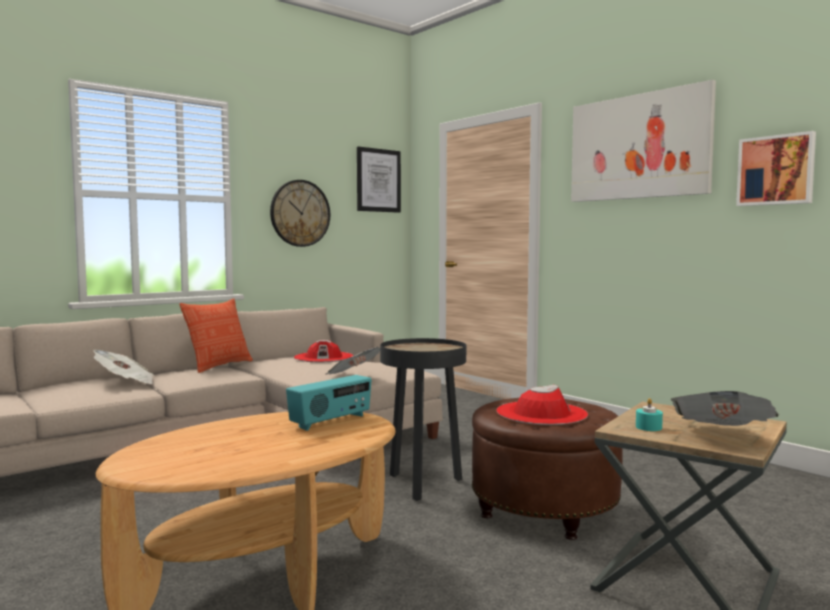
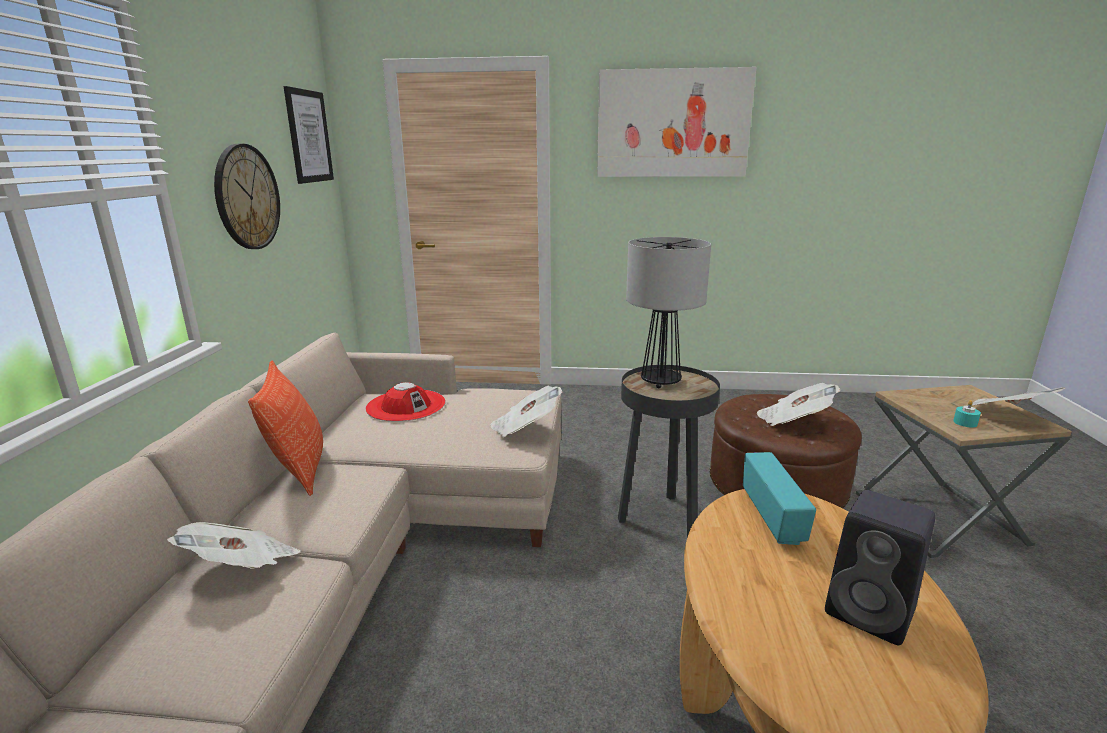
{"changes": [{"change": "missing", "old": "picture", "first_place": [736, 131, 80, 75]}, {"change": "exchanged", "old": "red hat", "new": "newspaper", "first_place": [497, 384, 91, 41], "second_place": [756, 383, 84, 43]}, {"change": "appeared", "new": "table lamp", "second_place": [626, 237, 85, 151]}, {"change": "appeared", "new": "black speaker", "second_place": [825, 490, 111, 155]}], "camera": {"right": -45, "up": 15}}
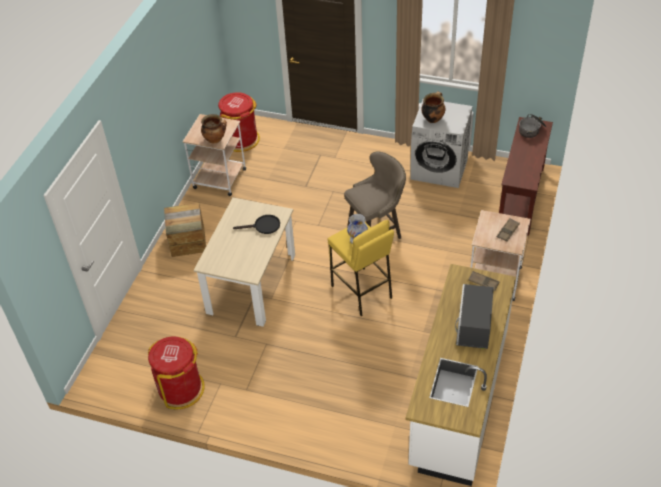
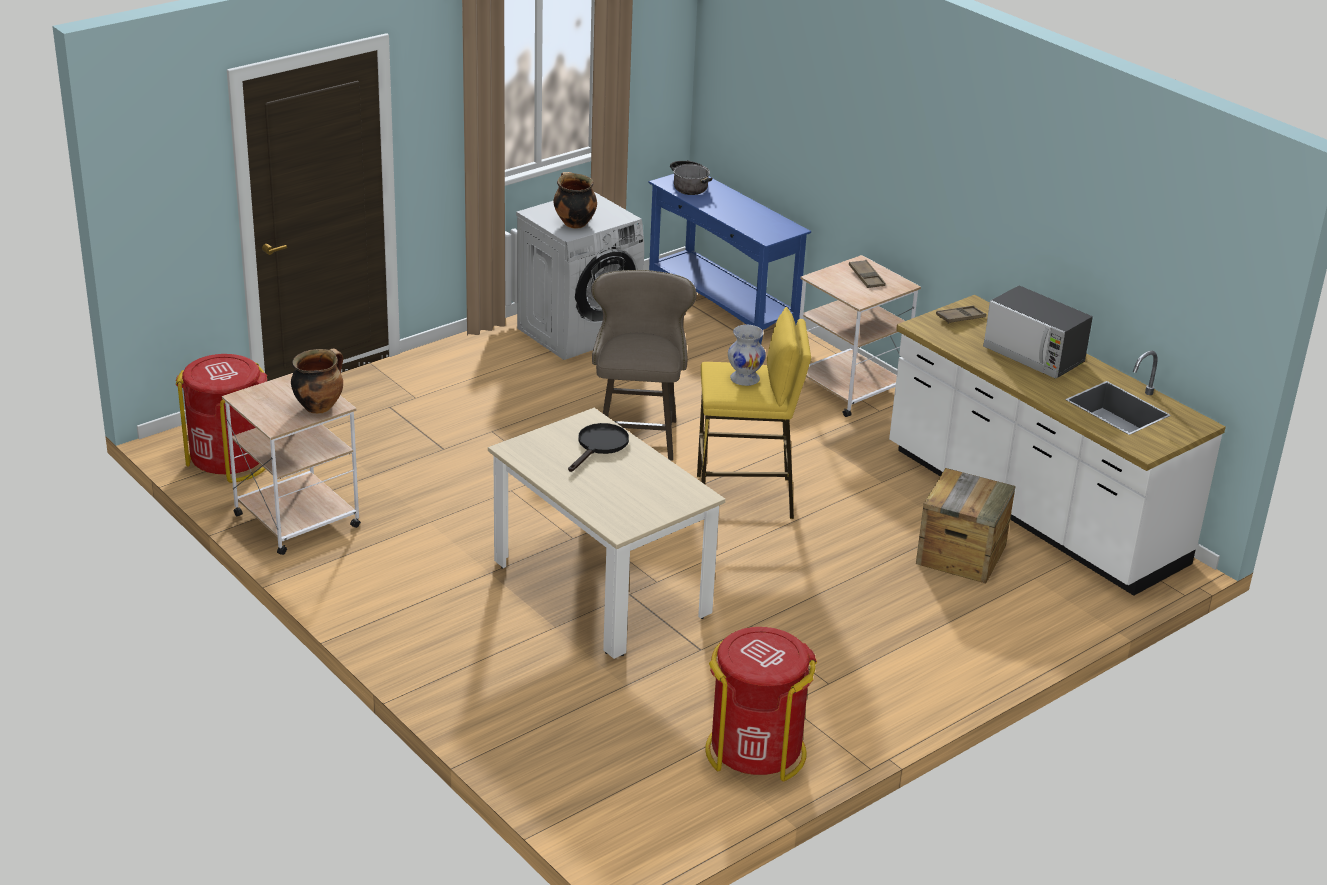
{"changes": [{"change": "colour", "old": "brown console table", "new": "blue console table", "first_place": [499, 117, 54, 119], "second_place": [649, 174, 162, 170]}, {"change": "relocated", "old": "crate", "first_place": [164, 203, 42, 54], "second_place": [916, 468, 99, 115]}], "camera": {"right": -60, "up": -15}}
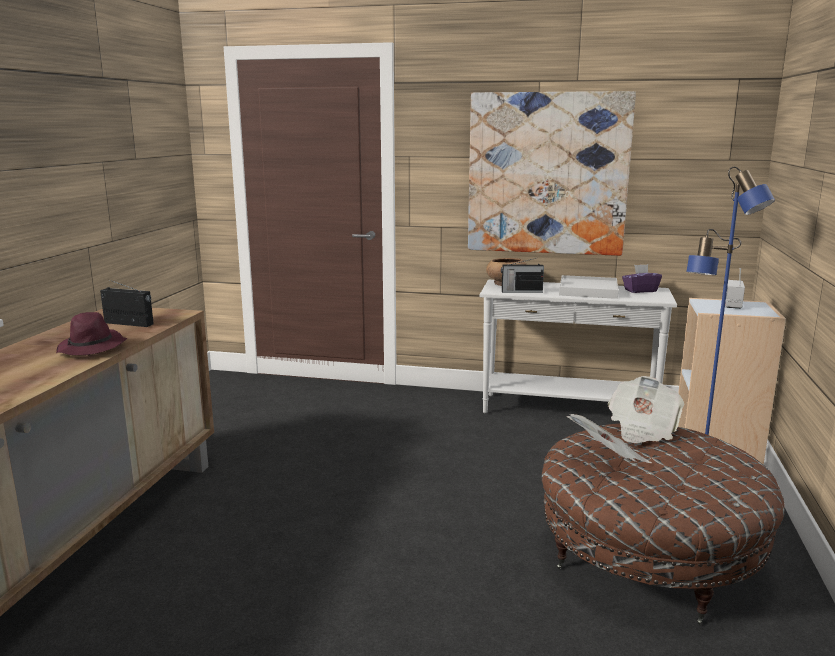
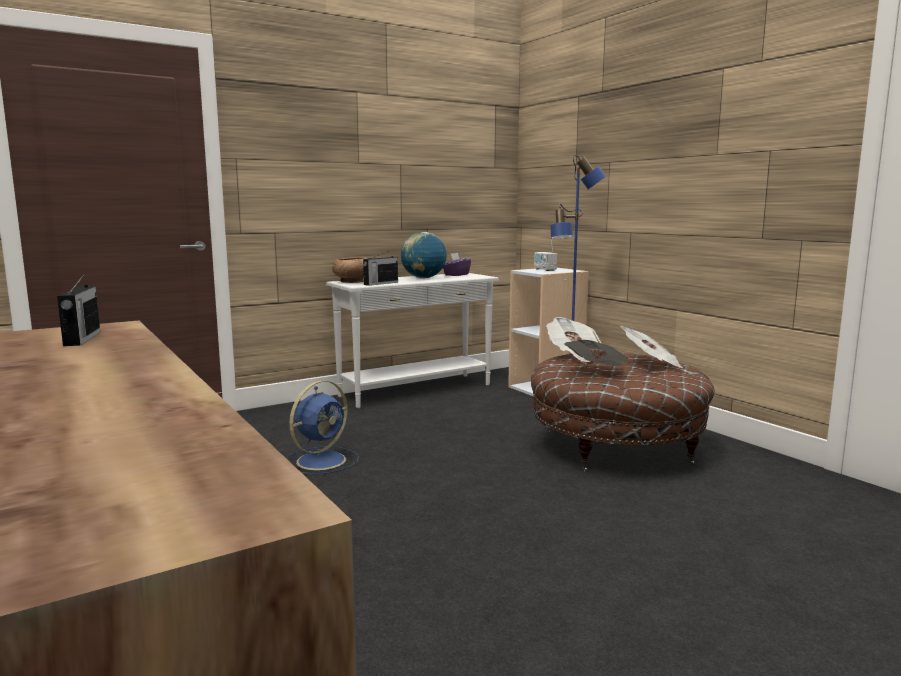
{"changes": [{"change": "missing", "old": "picture", "first_place": [468, 91, 168, 165]}, {"change": "exchanged", "old": "white tray", "new": "globe", "first_place": [559, 275, 59, 24], "second_place": [401, 232, 46, 46]}, {"change": "spun", "old": "radio", "first_place": [100, 280, 54, 47], "second_place": [57, 275, 43, 71], "degrees": 105}, {"change": "missing", "old": "purple hat", "first_place": [56, 312, 71, 43]}, {"change": "appeared", "new": "newspaper", "second_place": [620, 326, 63, 42]}, {"change": "appeared", "new": "blue fan", "second_place": [289, 381, 70, 93]}], "camera": {"right": -45, "up": -5}}
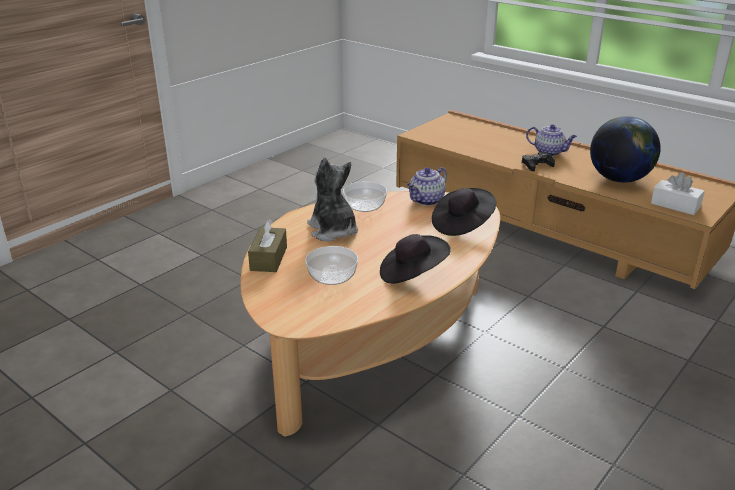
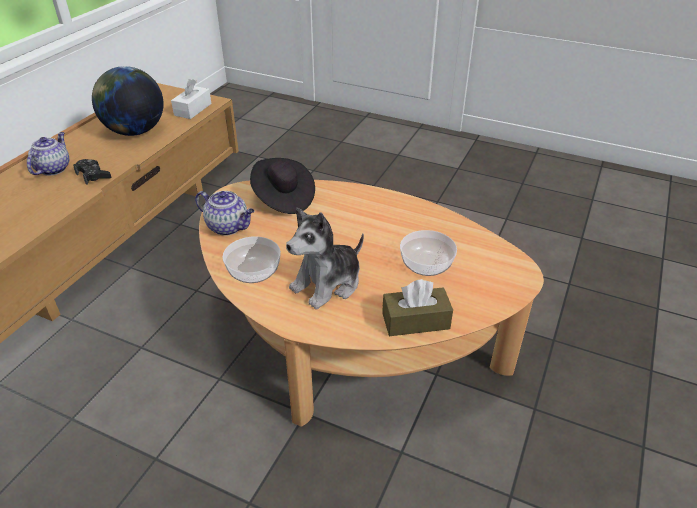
{"changes": [{"change": "missing", "old": "black hat", "first_place": [380, 234, 71, 50]}], "camera": {"right": -105, "up": 10}}
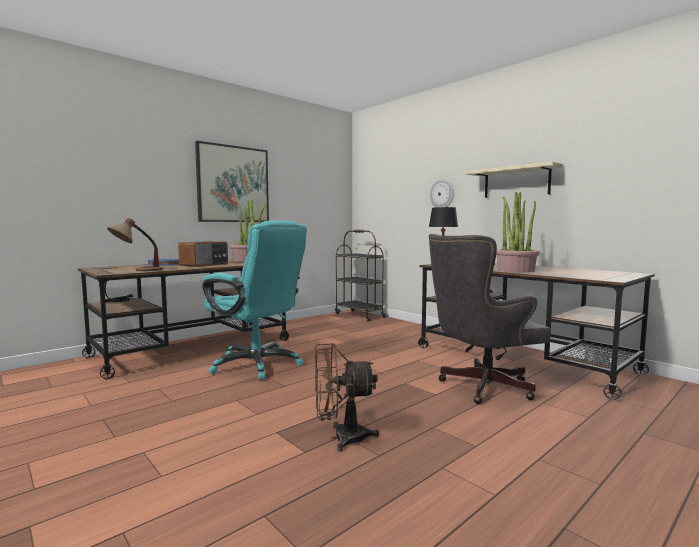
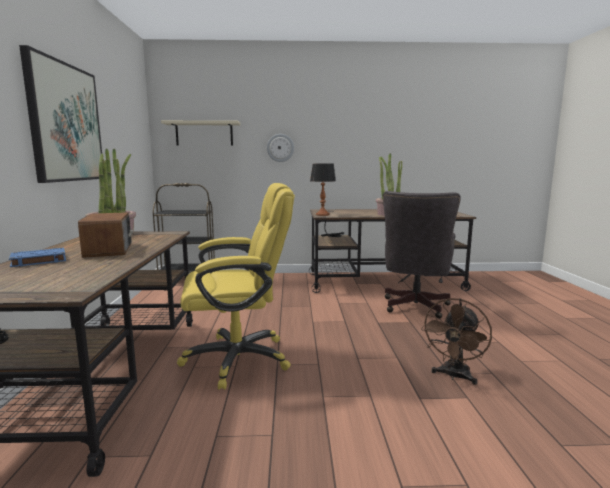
{"changes": [{"change": "relocated", "old": "beige shelf", "first_place": [466, 162, 97, 36], "second_place": [161, 120, 80, 26]}, {"change": "missing", "old": "table lamp", "first_place": [107, 218, 56, 53]}, {"change": "colour", "old": "turquoise office chair", "new": "yellow office chair", "first_place": [202, 220, 105, 160], "second_place": [177, 183, 118, 207]}], "camera": {"right": -50, "up": 5}}
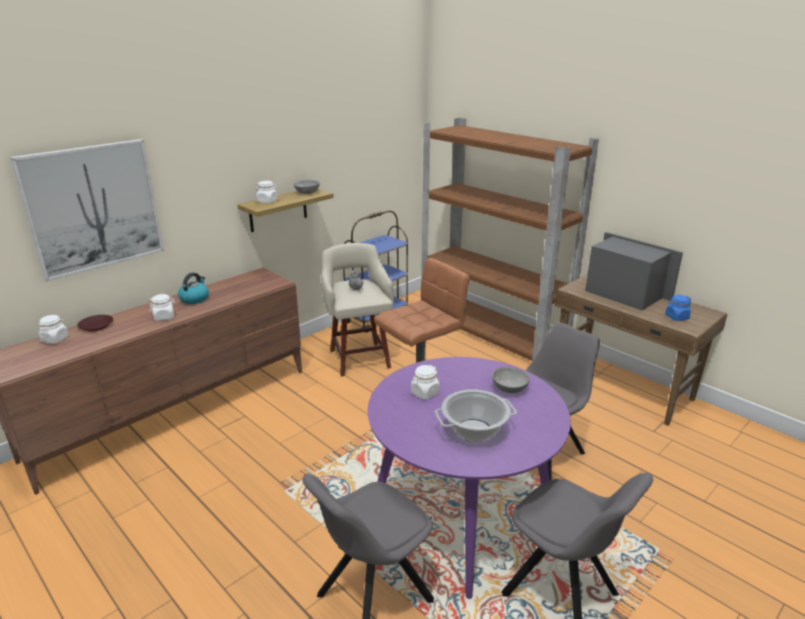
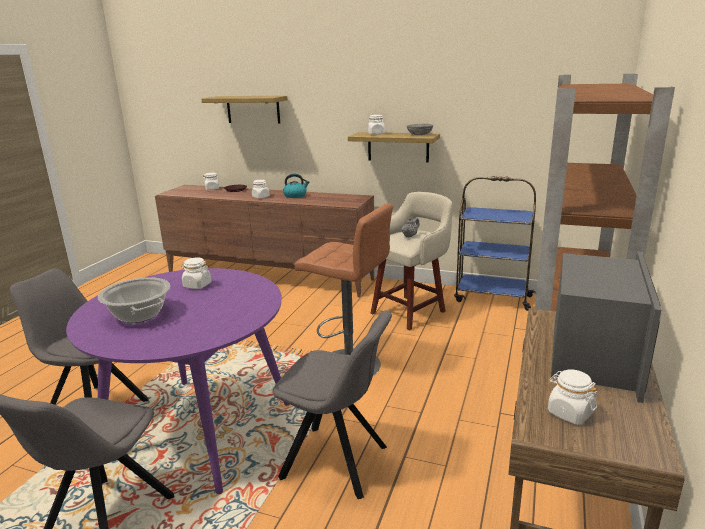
{"changes": [{"change": "exchanged", "old": "picture", "new": "shelf", "first_place": [10, 139, 154, 142], "second_place": [201, 96, 87, 28]}, {"change": "colour", "old": "blue jar", "new": "white jar", "first_place": [665, 295, 26, 26], "second_place": [548, 370, 50, 55]}, {"change": "missing", "old": "grey bowl", "first_place": [492, 367, 38, 26]}], "camera": {"right": 65, "up": -5}}
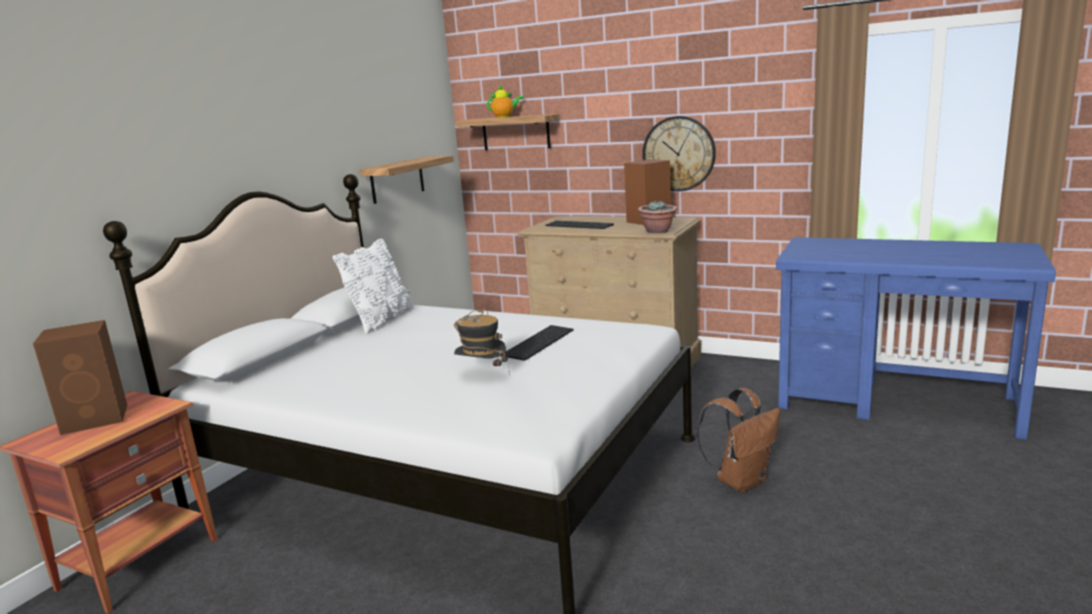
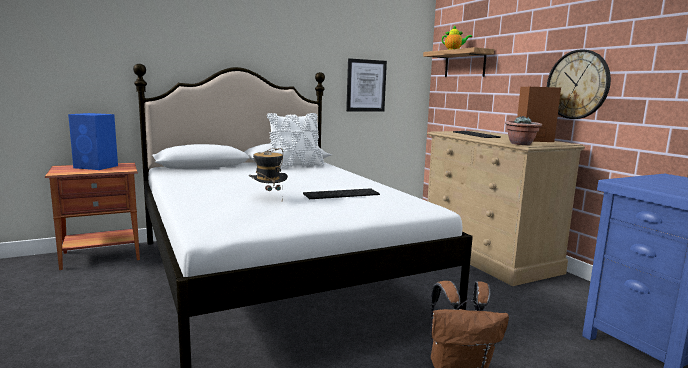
{"changes": [{"change": "exchanged", "old": "shelf", "new": "picture", "first_place": [360, 156, 94, 48], "second_place": [346, 58, 41, 54]}, {"change": "colour", "old": "brown speaker", "new": "blue speaker", "first_place": [33, 320, 94, 115], "second_place": [68, 113, 50, 57]}], "camera": {"right": 35, "up": -5}}
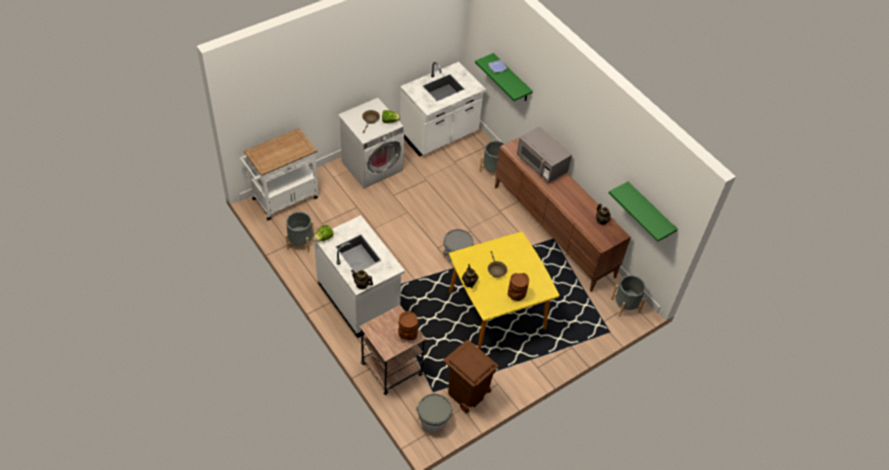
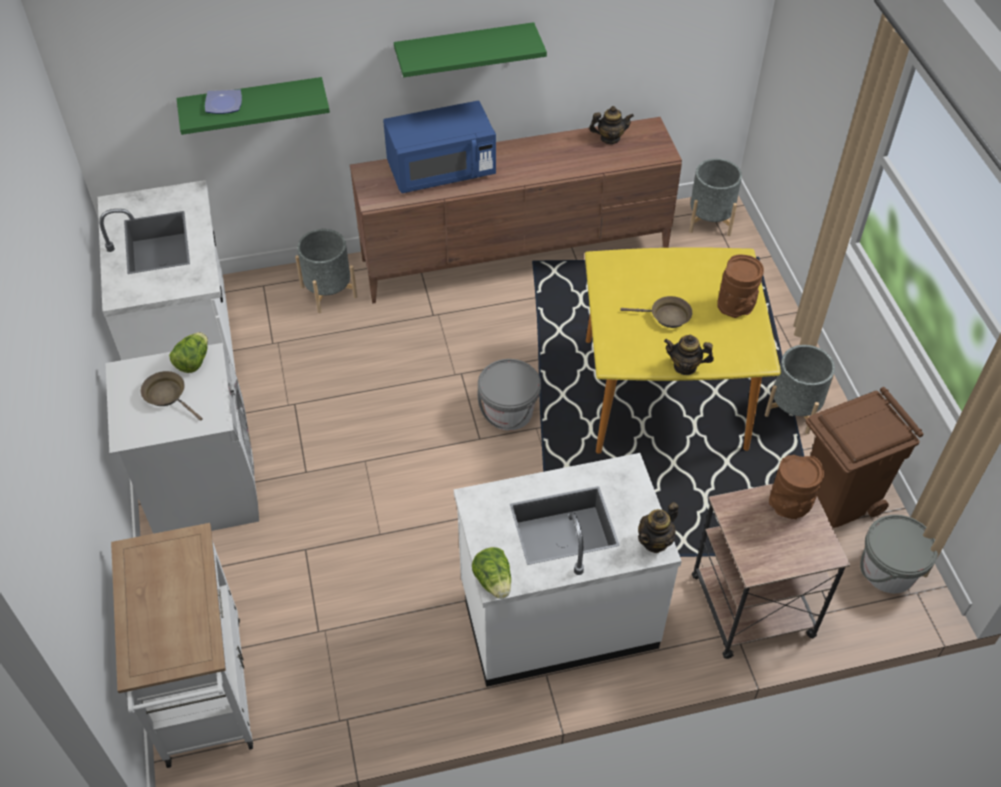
{"changes": [{"change": "colour", "old": "grey microwave", "new": "blue microwave", "first_place": [517, 126, 55, 57], "second_place": [383, 101, 113, 92]}, {"change": "relocated", "old": "green shelf", "first_place": [609, 182, 69, 60], "second_place": [394, 22, 153, 55]}, {"change": "relocated", "old": "grey planter", "first_place": [286, 212, 28, 41], "second_place": [765, 345, 70, 89]}], "camera": {"right": -65, "up": 0}}
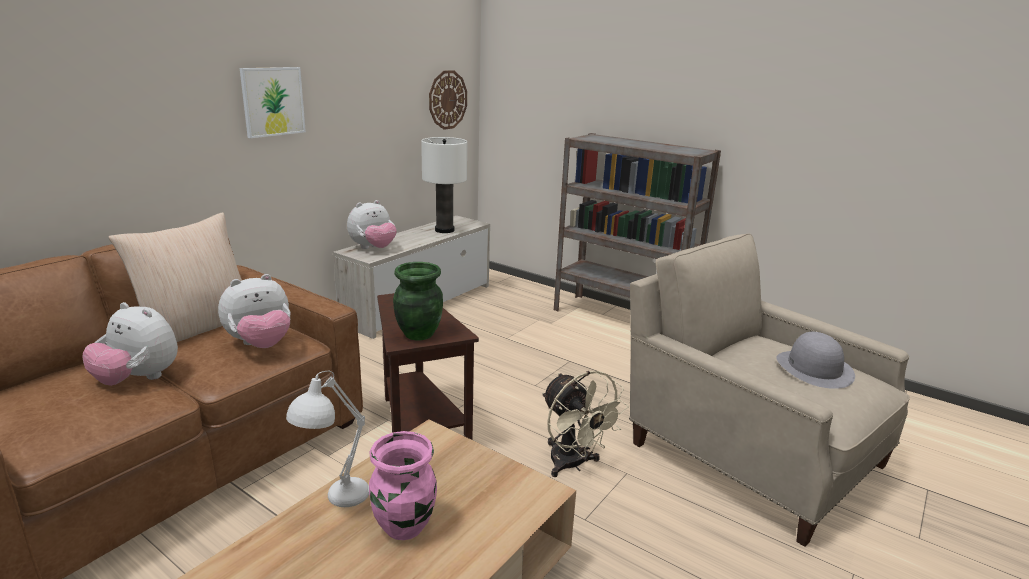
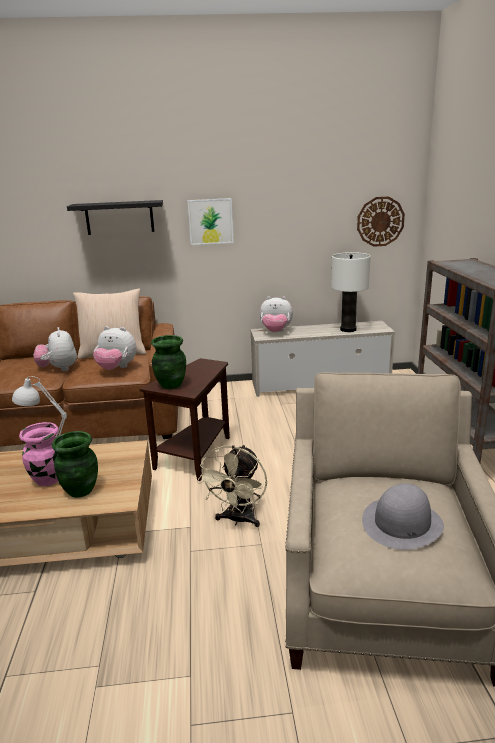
{"changes": [{"change": "appeared", "new": "black shelf", "second_place": [67, 200, 96, 35]}, {"change": "appeared", "new": "green vase", "second_place": [52, 431, 46, 67]}], "camera": {"right": 50, "up": 0}}
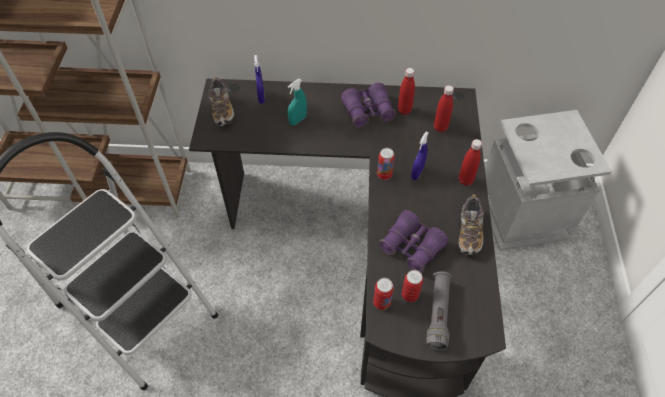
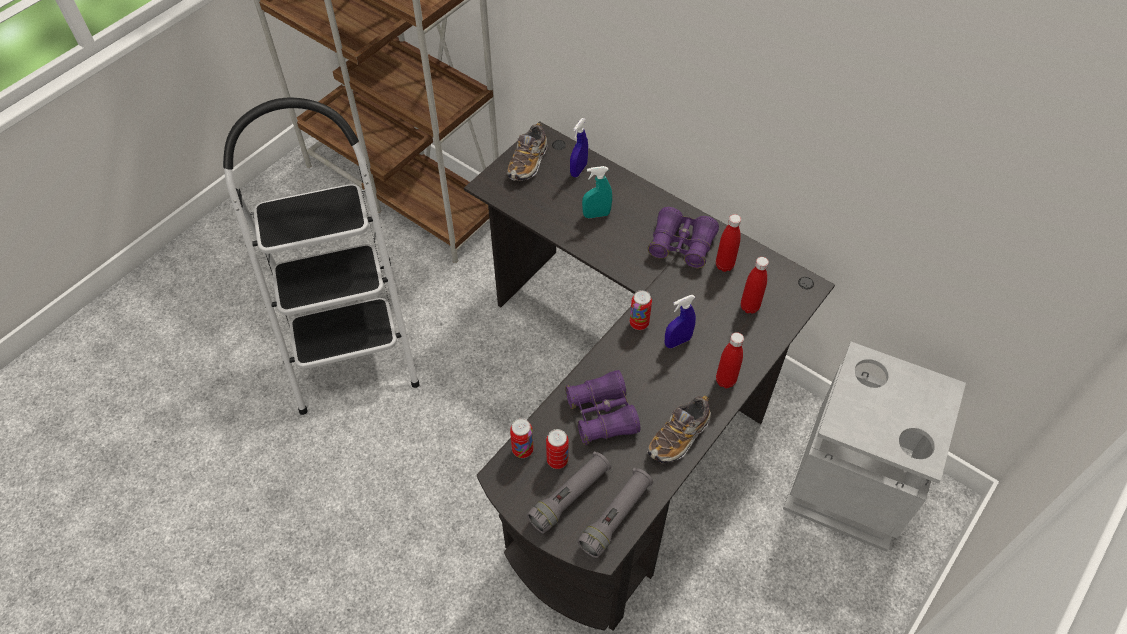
{"changes": [{"change": "appeared", "new": "grey flashlight", "second_place": [578, 468, 75, 90]}], "camera": {"right": 35, "up": 0}}
